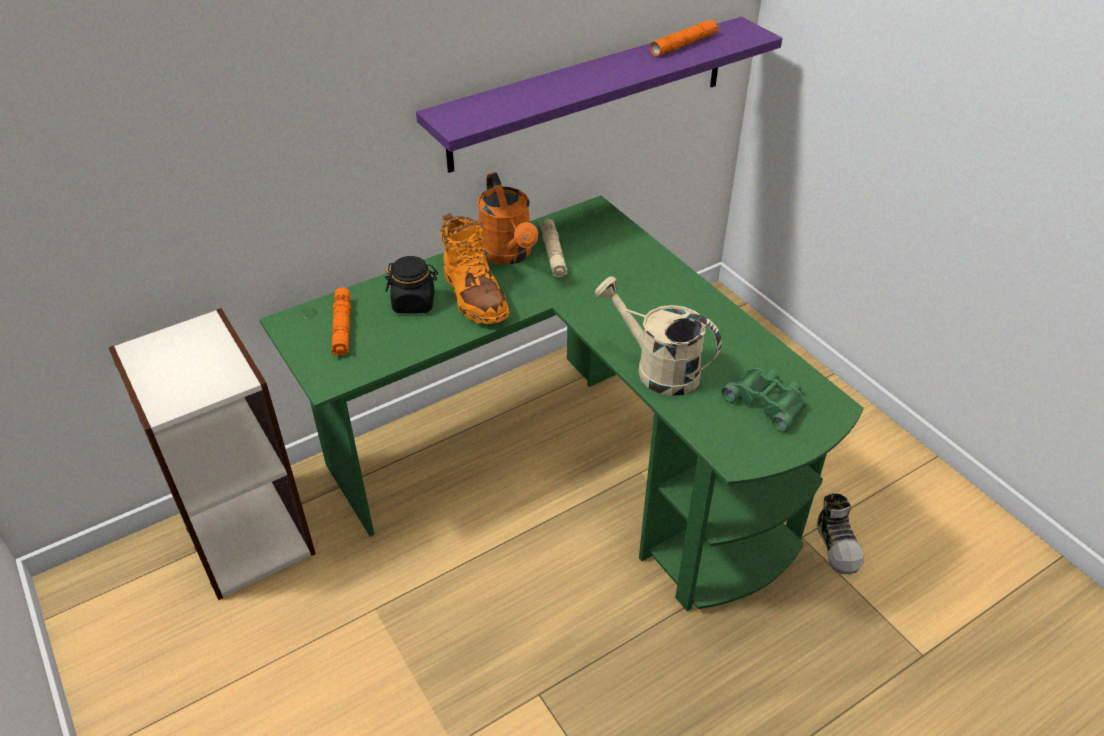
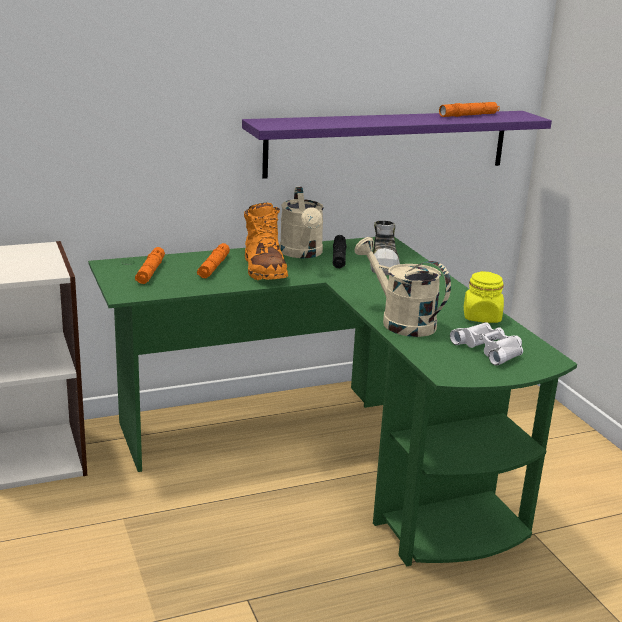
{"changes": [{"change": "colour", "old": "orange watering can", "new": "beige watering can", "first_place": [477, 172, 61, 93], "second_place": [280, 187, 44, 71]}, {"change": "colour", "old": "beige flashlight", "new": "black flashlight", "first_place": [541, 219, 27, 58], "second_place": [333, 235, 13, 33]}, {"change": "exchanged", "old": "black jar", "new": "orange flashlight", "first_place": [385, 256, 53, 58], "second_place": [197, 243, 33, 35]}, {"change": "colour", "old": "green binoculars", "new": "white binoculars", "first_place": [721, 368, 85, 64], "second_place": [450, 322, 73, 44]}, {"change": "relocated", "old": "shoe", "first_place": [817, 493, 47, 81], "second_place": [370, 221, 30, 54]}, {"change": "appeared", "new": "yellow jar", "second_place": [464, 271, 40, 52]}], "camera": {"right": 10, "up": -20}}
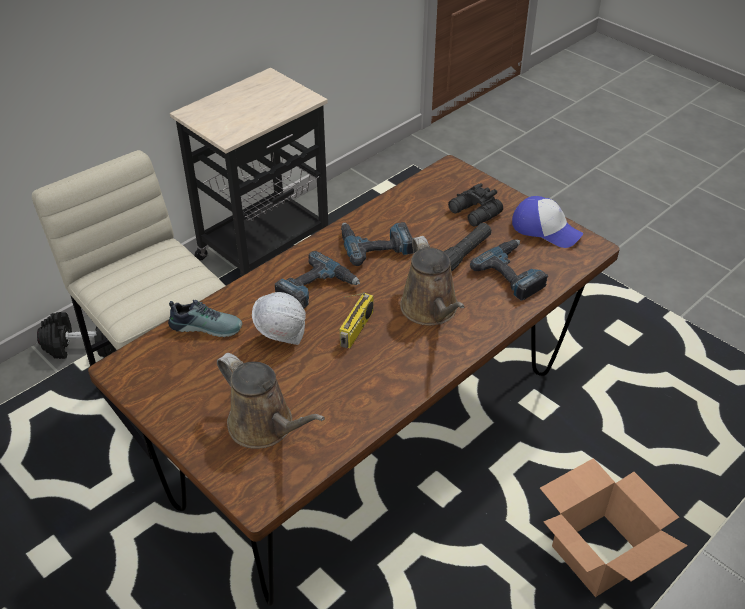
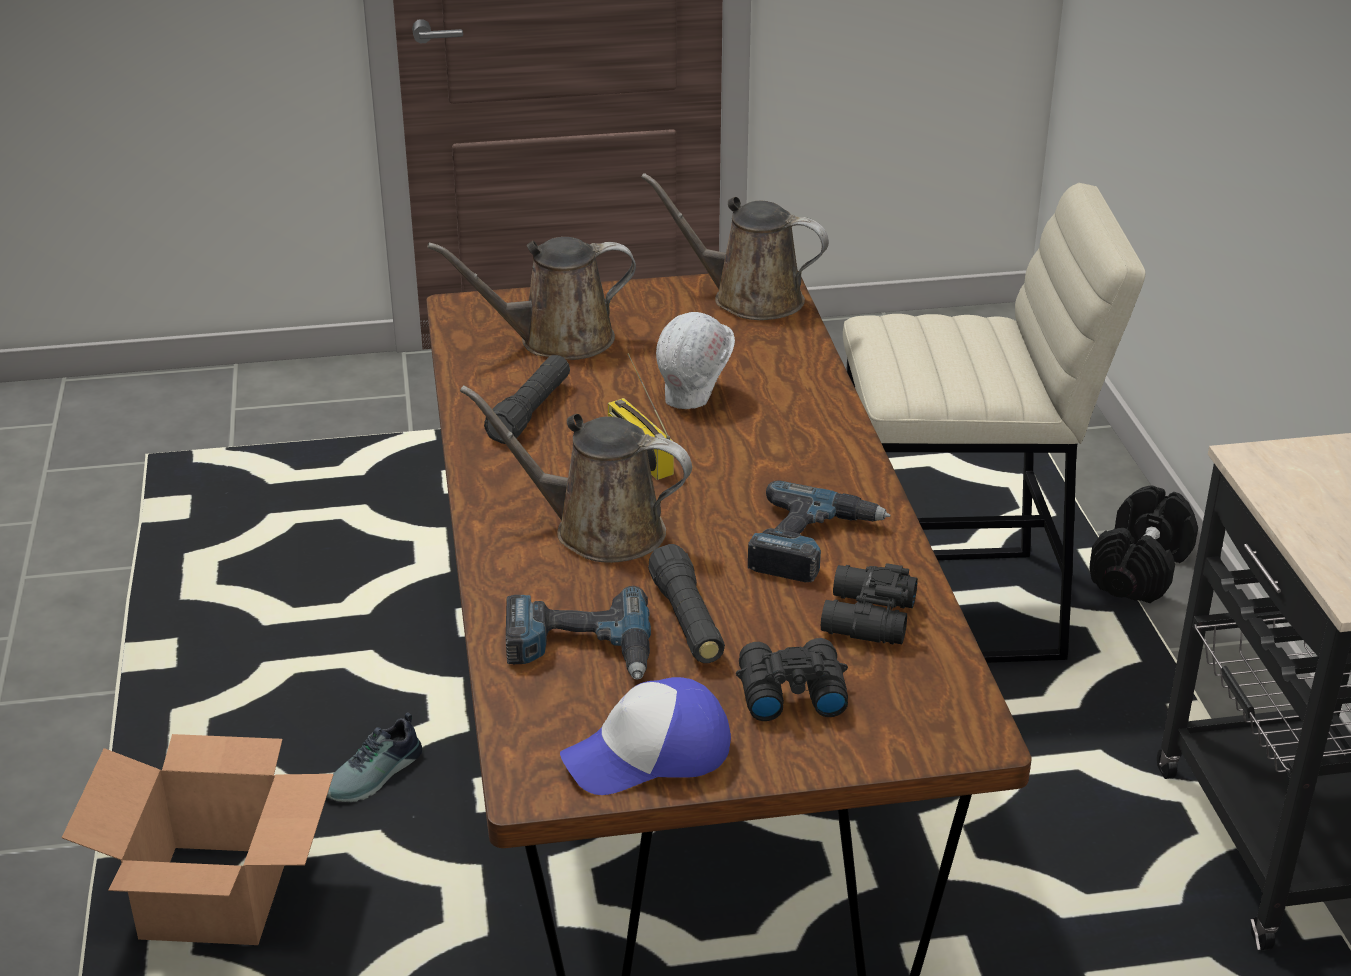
{"changes": [{"change": "missing", "old": "power drill", "first_place": [275, 251, 85, 58]}, {"change": "relocated", "old": "shoe", "first_place": [168, 300, 74, 37], "second_place": [327, 713, 95, 89]}, {"change": "appeared", "new": "brown watering can", "second_place": [641, 173, 188, 147]}, {"change": "appeared", "new": "black flashlight", "second_place": [484, 355, 86, 89]}, {"change": "appeared", "new": "black binoculars", "second_place": [821, 563, 97, 82]}], "camera": {"right": 125, "up": -10}}
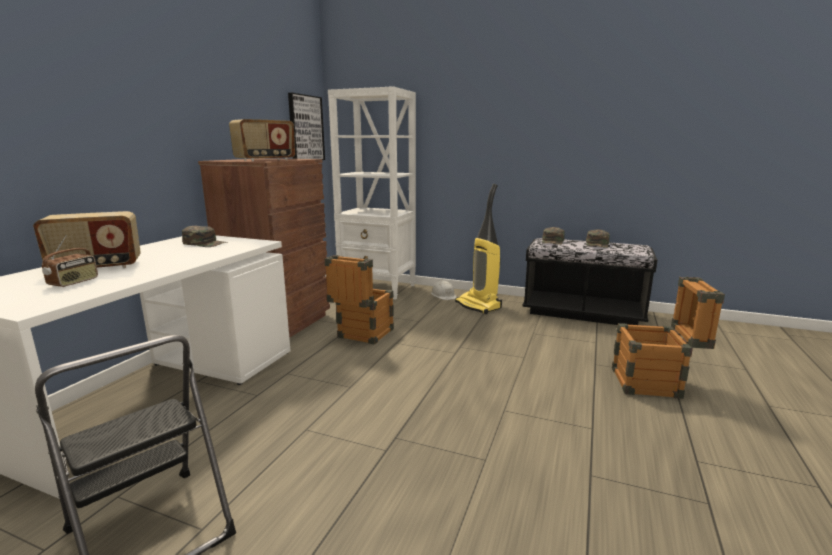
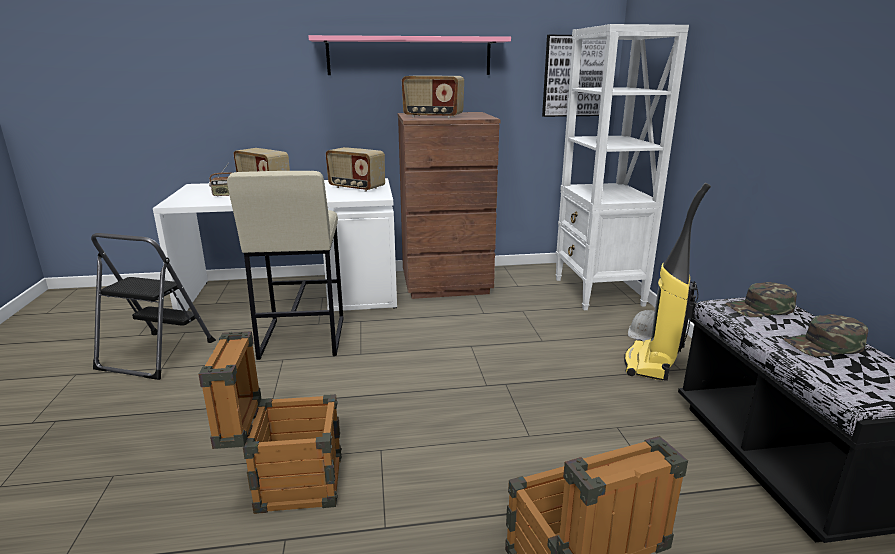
{"changes": [{"change": "exchanged", "old": "green cap", "new": "radio", "first_place": [182, 226, 47, 21], "second_place": [326, 147, 59, 45]}, {"change": "relocated", "old": "crate", "first_place": [325, 255, 69, 90], "second_place": [198, 331, 144, 183]}, {"change": "appeared", "new": "pink shelf", "second_place": [308, 35, 203, 40]}, {"change": "appeared", "new": "beige stool", "second_place": [227, 171, 117, 189]}], "camera": {"right": 60, "up": 5}}
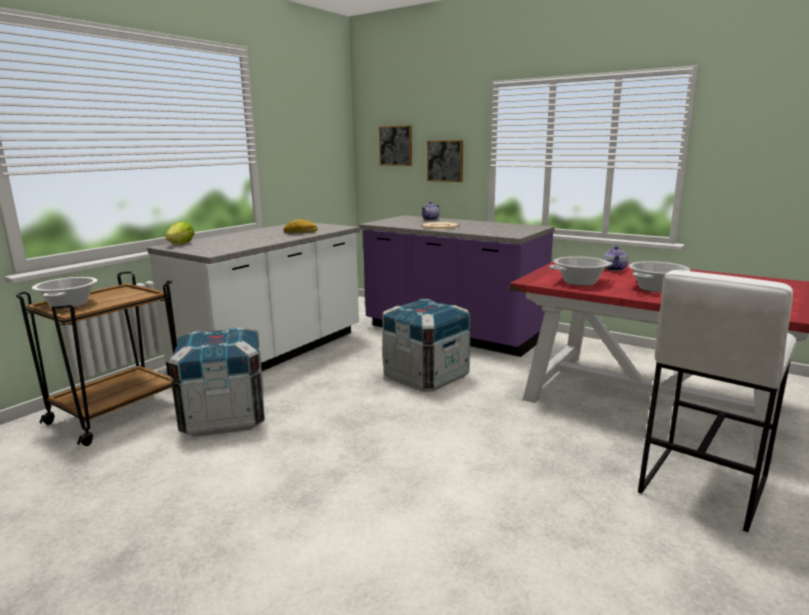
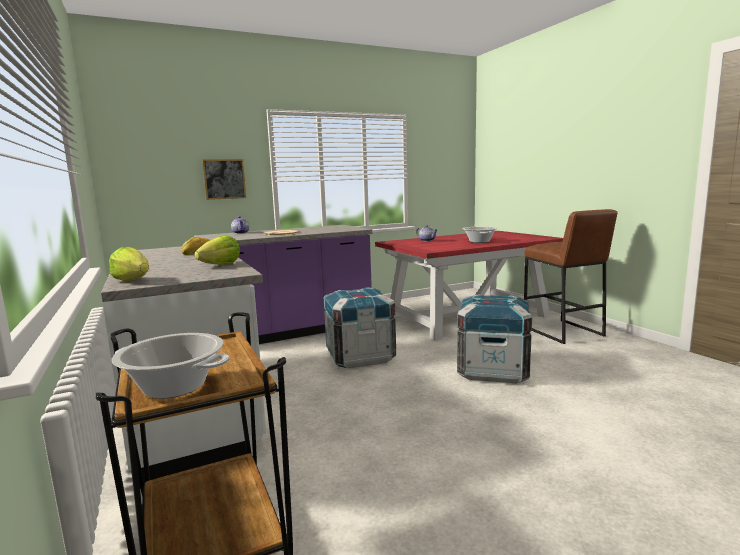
{"changes": [{"change": "missing", "old": "picture", "first_place": [379, 125, 33, 41]}, {"change": "missing", "old": "cooking pot", "first_place": [549, 256, 64, 30]}, {"change": "colour", "old": "white stool", "new": "brown stool", "first_place": [638, 270, 159, 262], "second_place": [524, 209, 93, 135]}, {"change": "relocated", "old": "crate", "first_place": [169, 327, 96, 110], "second_place": [457, 294, 75, 89]}, {"change": "appeared", "new": "lettuce", "second_place": [194, 236, 46, 29]}], "camera": {"right": -60, "up": -5}}
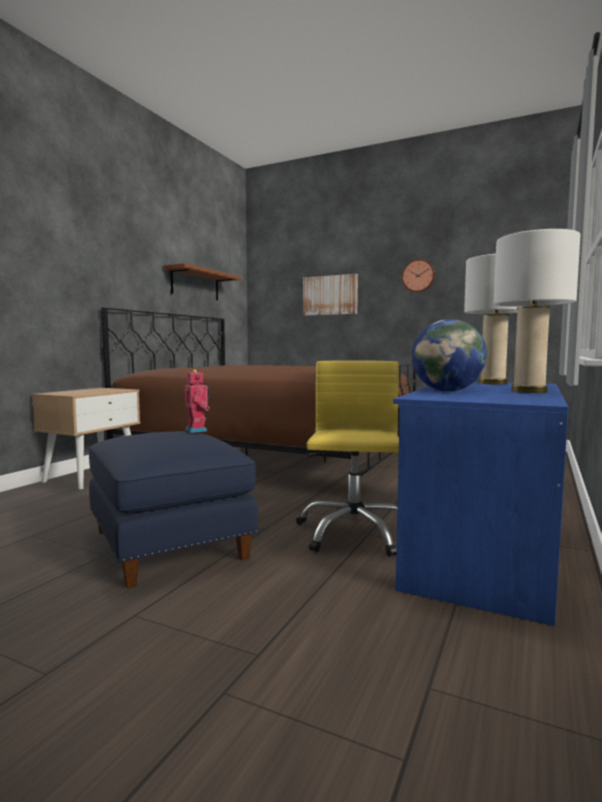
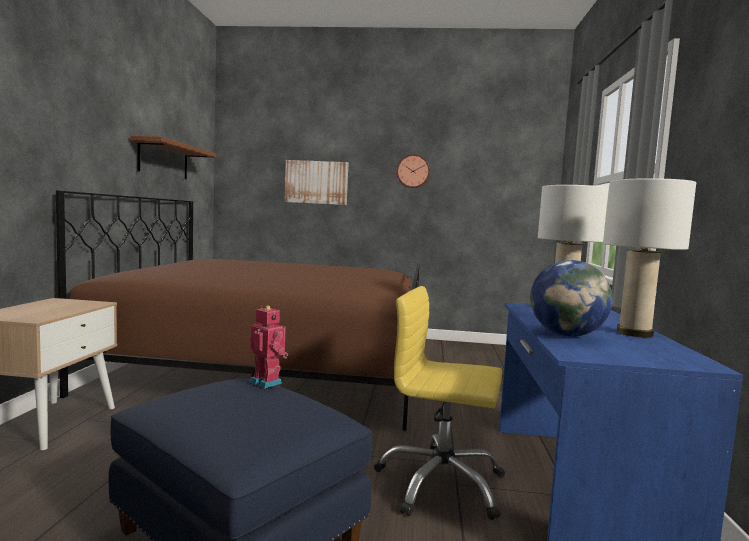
{"changes": [{"change": "spun", "old": "yellow office chair", "first_place": [296, 360, 103, 196], "second_place": [374, 286, 131, 234], "degrees": -60}], "camera": {"right": -20, "up": 0}}
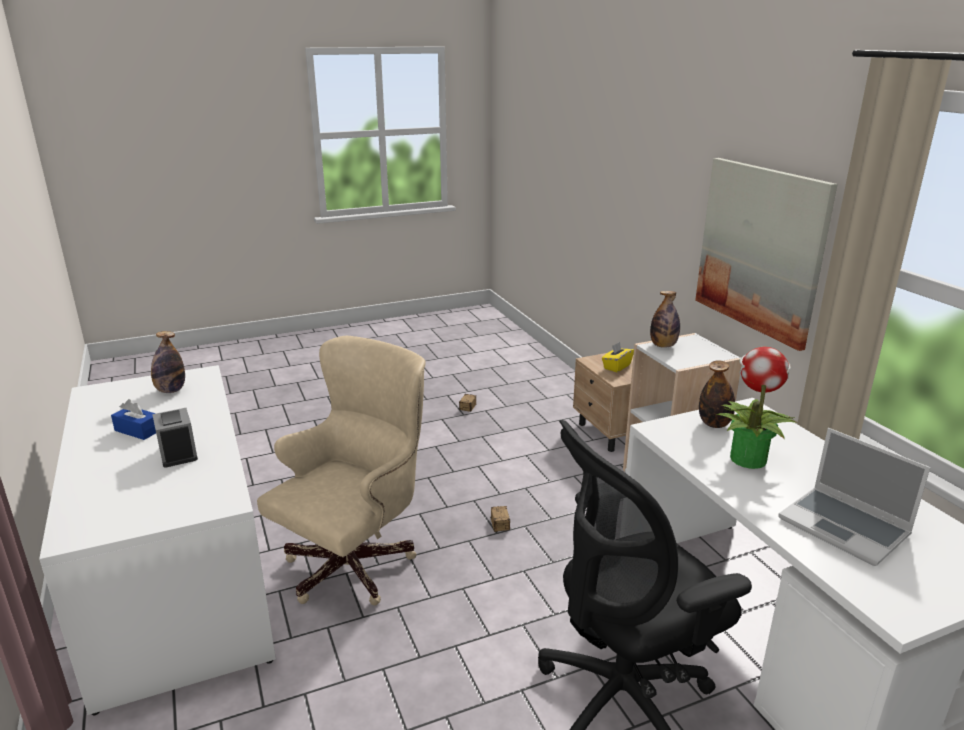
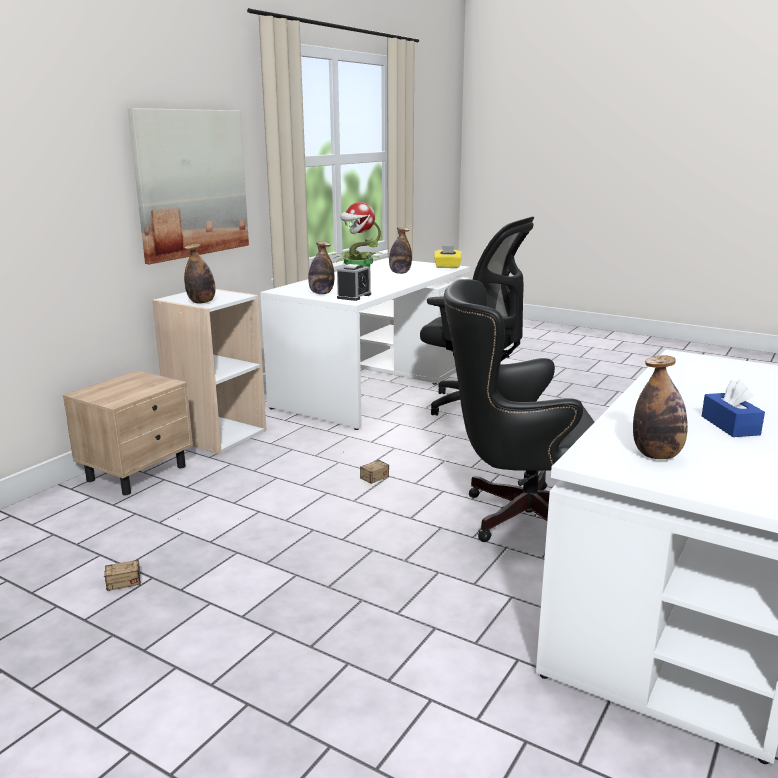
{"changes": [{"change": "colour", "old": "beige office chair", "new": "black office chair", "first_place": [257, 336, 169, 270], "second_place": [444, 279, 150, 263]}, {"change": "relocated", "old": "yellow tissue box", "first_place": [602, 342, 32, 30], "second_place": [434, 246, 28, 22]}, {"change": "relocated", "old": "alarm clock", "first_place": [152, 408, 46, 59], "second_place": [337, 264, 34, 37]}, {"change": "exchanged", "old": "laptop", "new": "bottle", "first_place": [778, 428, 152, 138], "second_place": [389, 227, 23, 47]}], "camera": {"right": -125, "up": -5}}
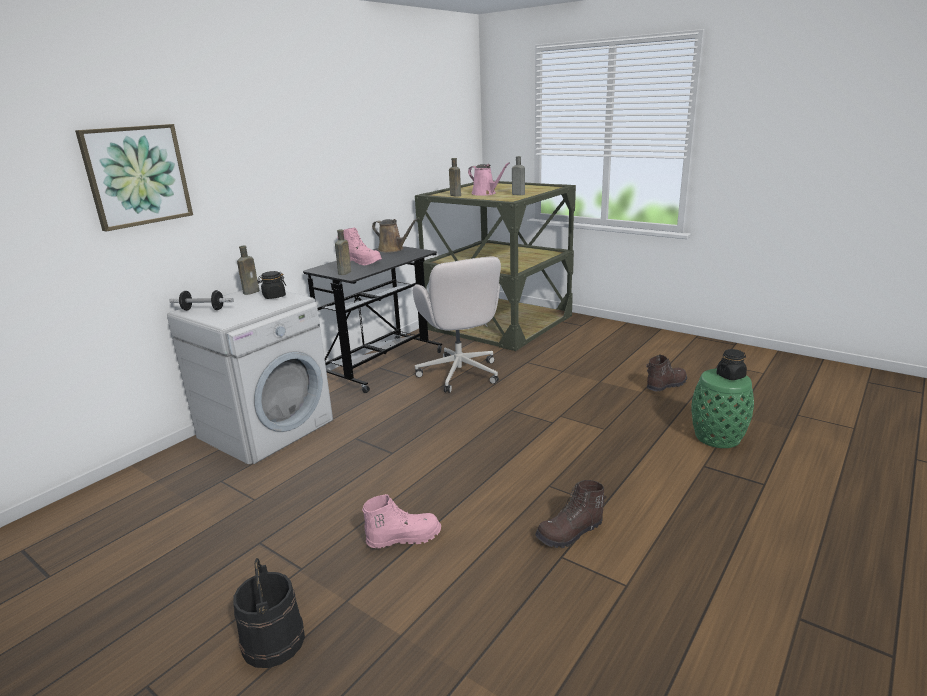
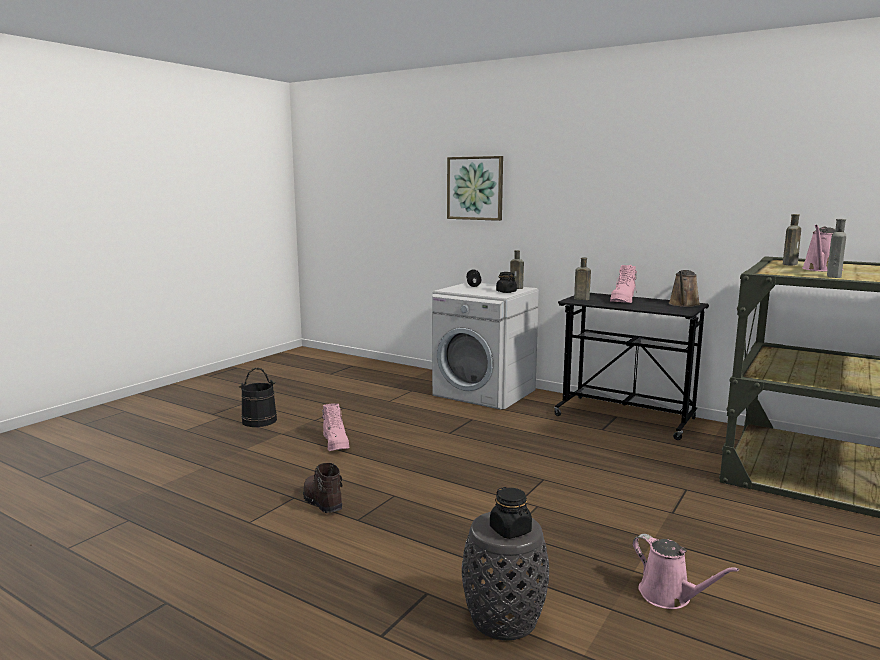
{"changes": [{"change": "missing", "old": "white office chair", "first_place": [413, 256, 88, 137]}, {"change": "exchanged", "old": "brown boot", "new": "pink watering can", "first_place": [646, 355, 41, 37], "second_place": [633, 534, 106, 75]}, {"change": "colour", "old": "green stool", "new": "grey stool", "first_place": [691, 368, 63, 80], "second_place": [462, 512, 87, 128]}], "camera": {"right": 85, "up": -10}}
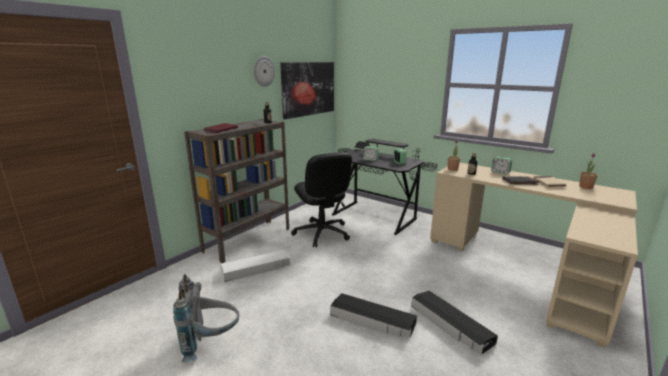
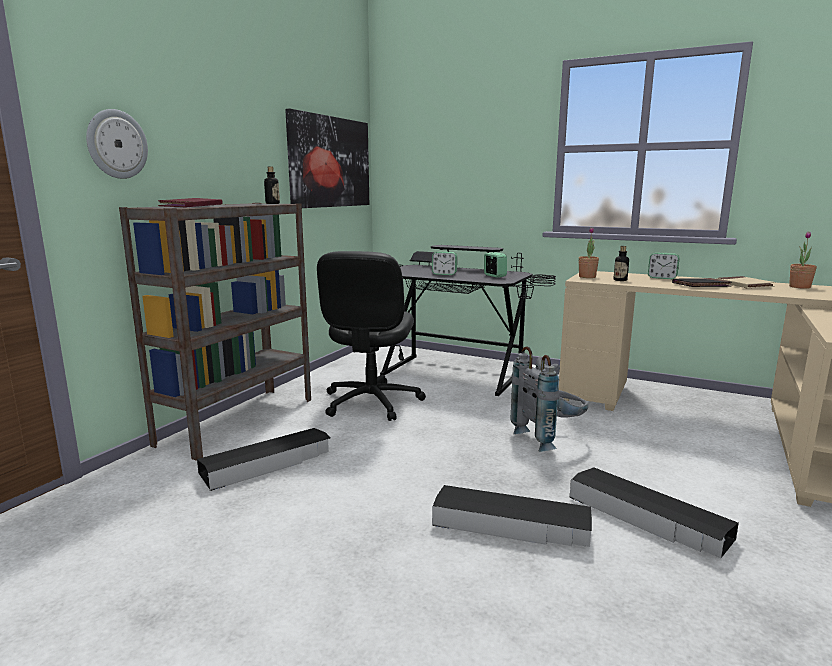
{"changes": [{"change": "relocated", "old": "wall clock", "first_place": [253, 56, 22, 31], "second_place": [86, 109, 62, 70]}, {"change": "spun", "old": "black office chair", "first_place": [291, 152, 61, 95], "second_place": [317, 251, 109, 170], "degrees": 45}, {"change": "colour", "old": "white storage box", "new": "black storage box", "first_place": [221, 250, 69, 32], "second_place": [197, 428, 133, 63]}, {"change": "relocated", "old": "grey backpack", "first_place": [173, 274, 66, 89], "second_place": [510, 346, 78, 106]}], "camera": {"right": -10, "up": -5}}
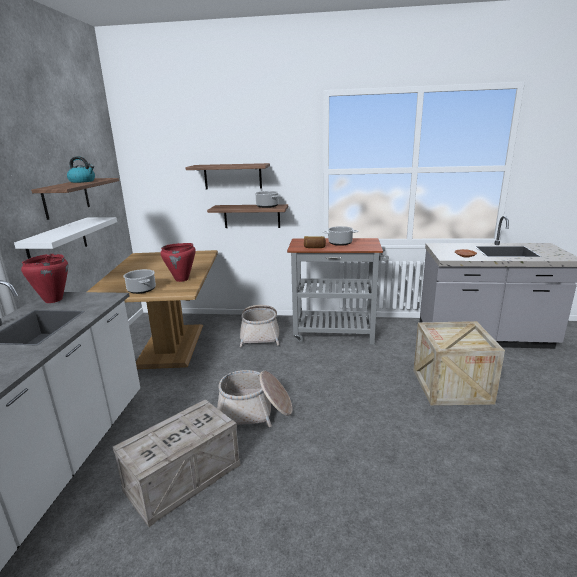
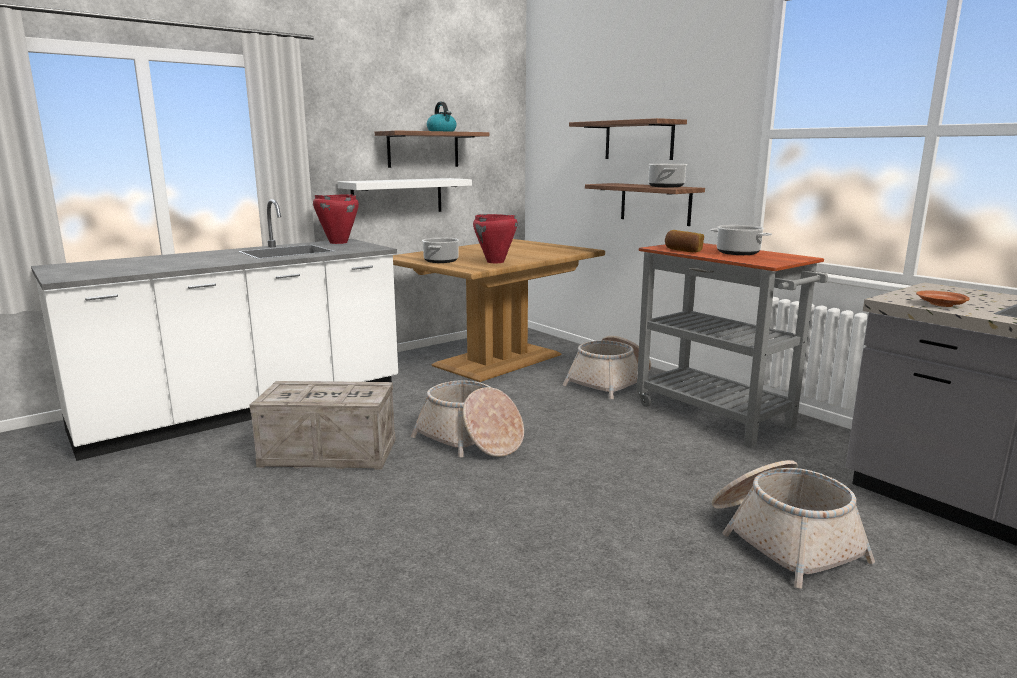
{"changes": [{"change": "exchanged", "old": "crate", "new": "basket", "first_place": [413, 321, 92, 84], "second_place": [711, 460, 164, 129]}], "camera": {"right": 45, "up": -5}}
